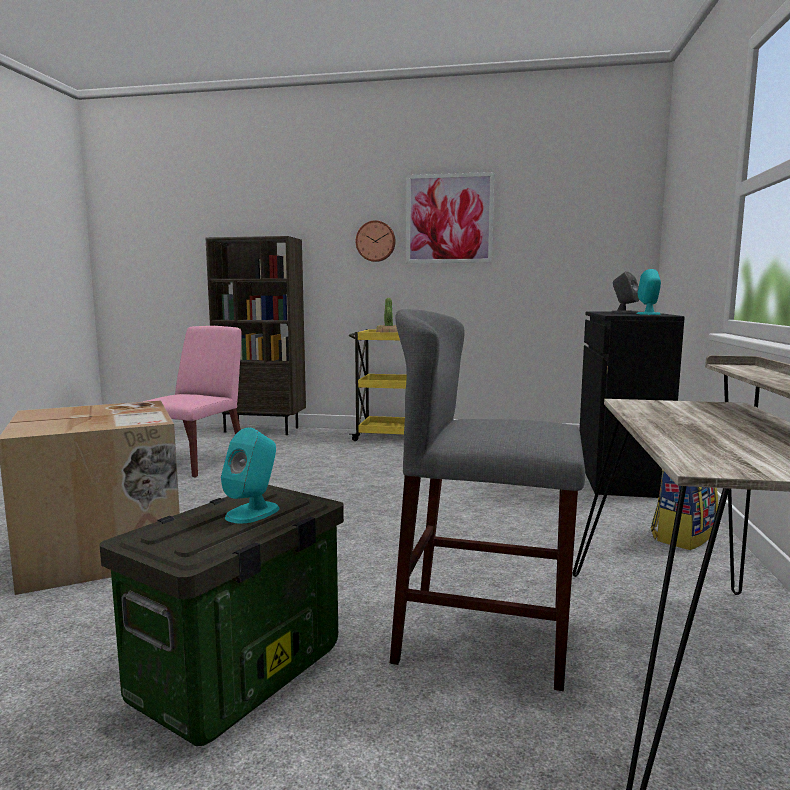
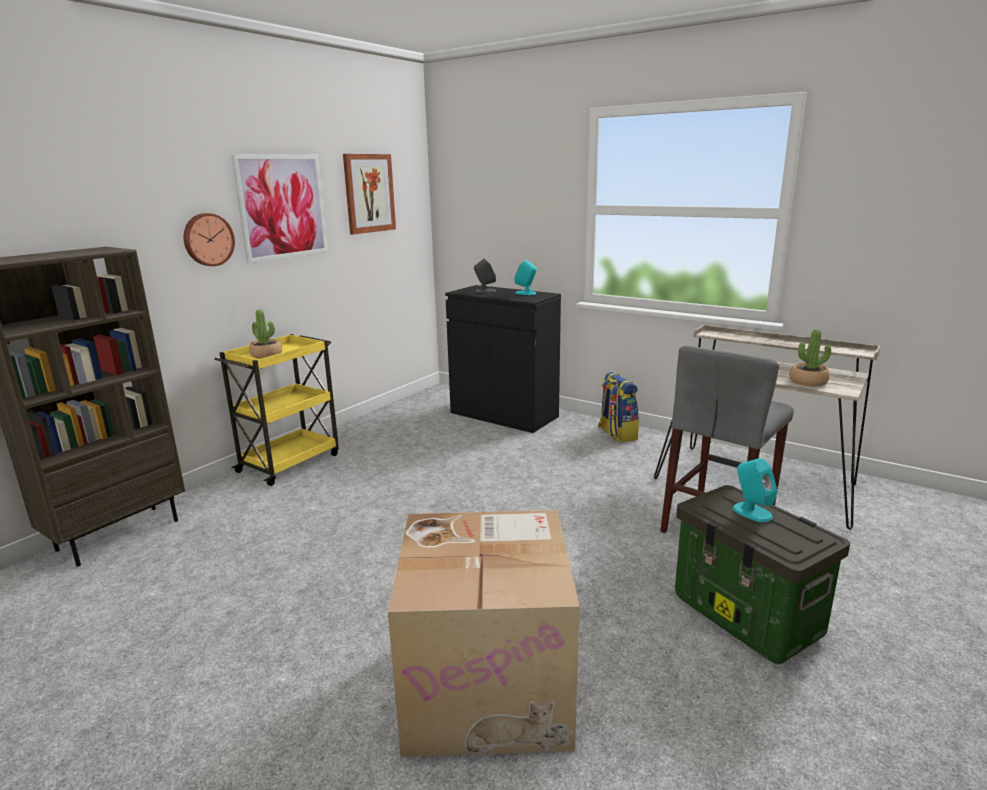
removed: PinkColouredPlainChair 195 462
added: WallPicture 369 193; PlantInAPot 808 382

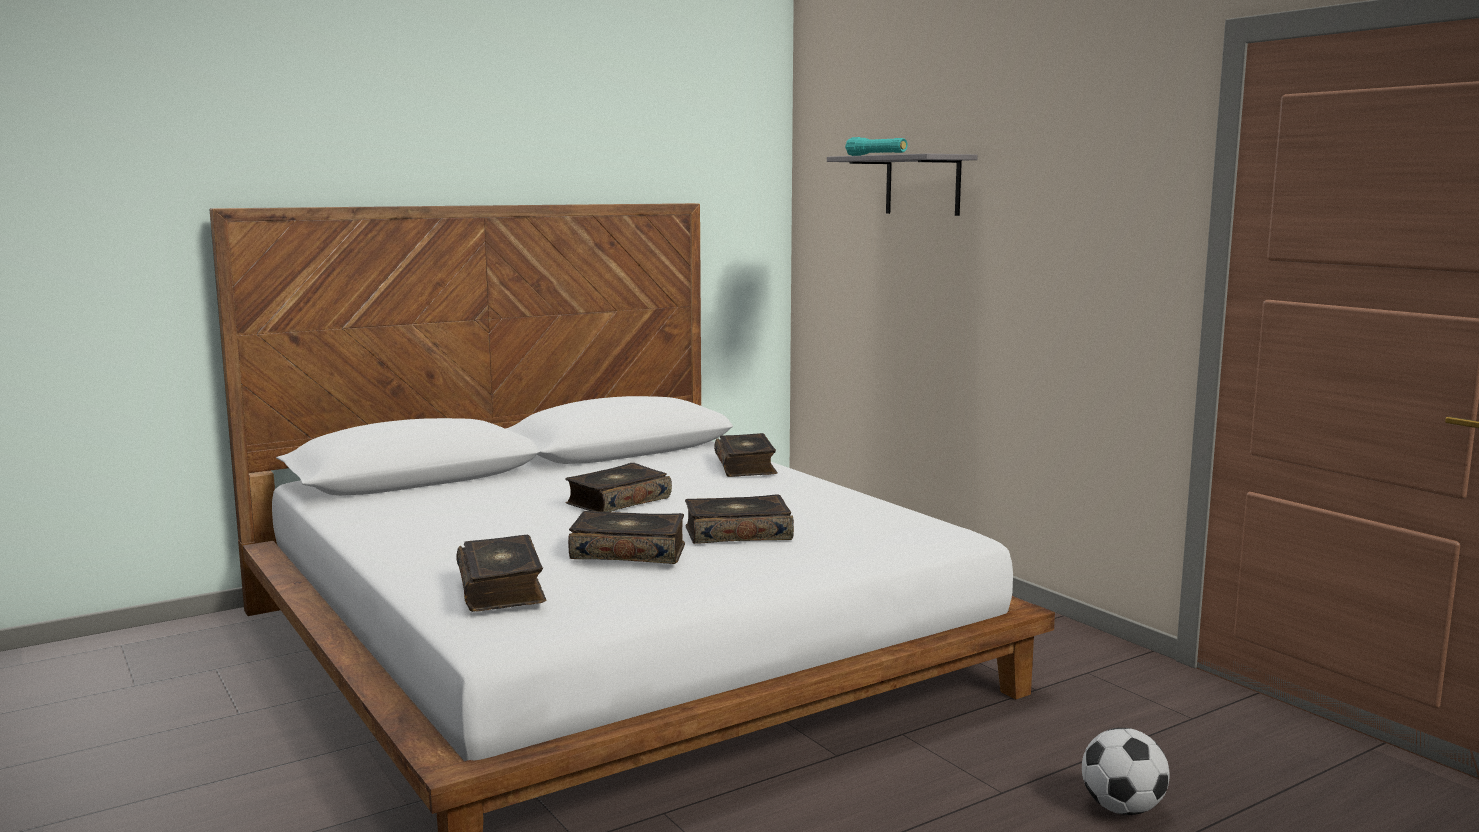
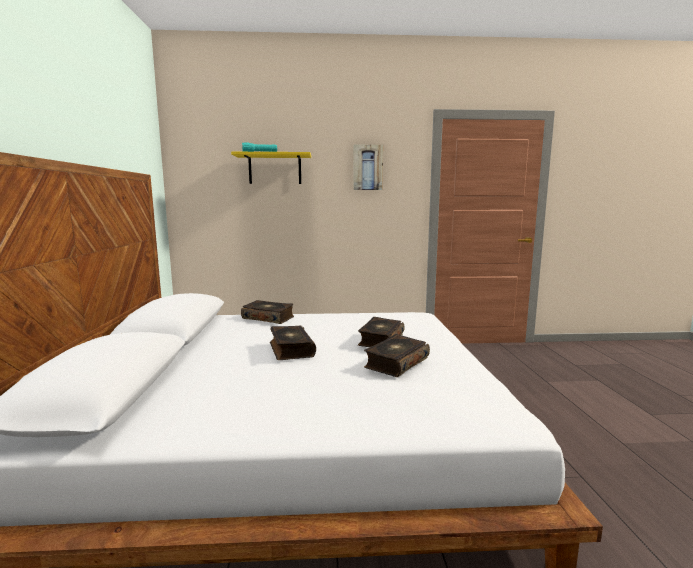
removed: BoundBook 502 588; BallForFootball 1122 809
added: WallPicture 367 167
recoloured: GreyShelf 922 185 to YellowishShelf 275 169

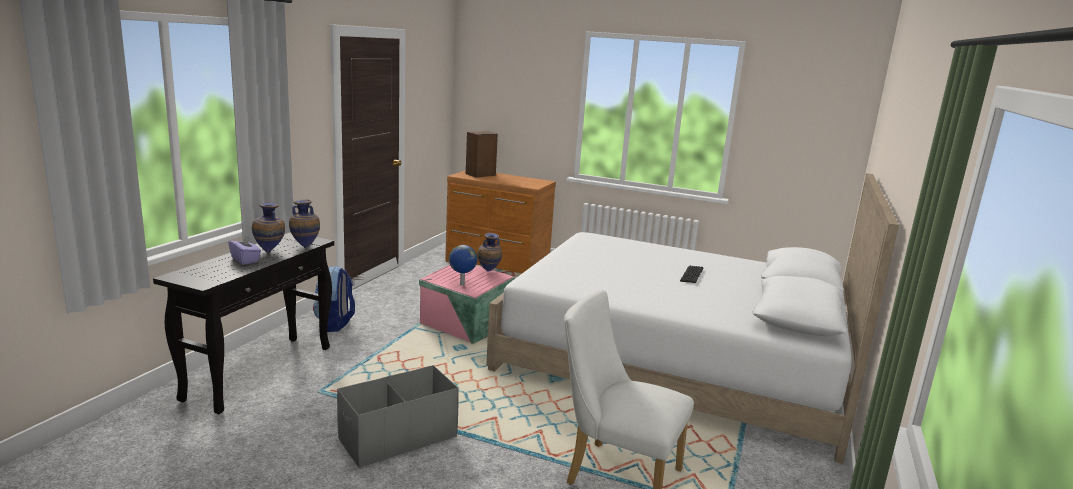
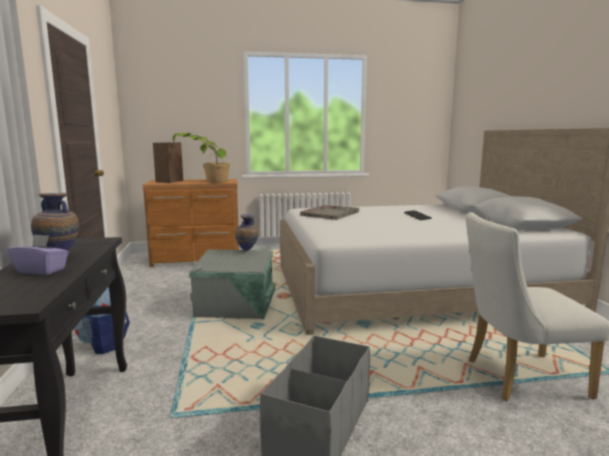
removed: Vase 305 246; WorldGlobe 462 285
added: PlantInAPot 206 182; GreyServingTray 330 213
recoloured: PinkColouredStorageBin 465 325 to GreyStorageBin 235 308

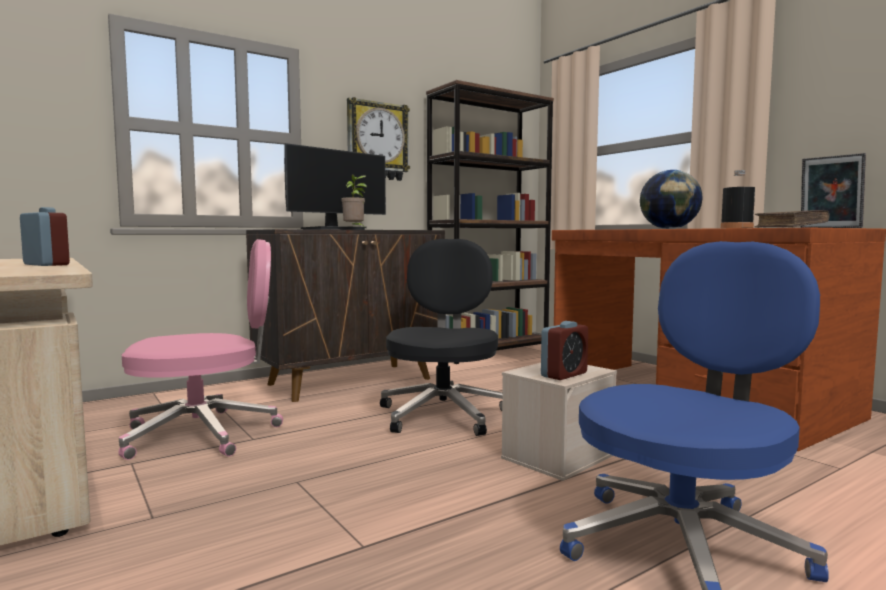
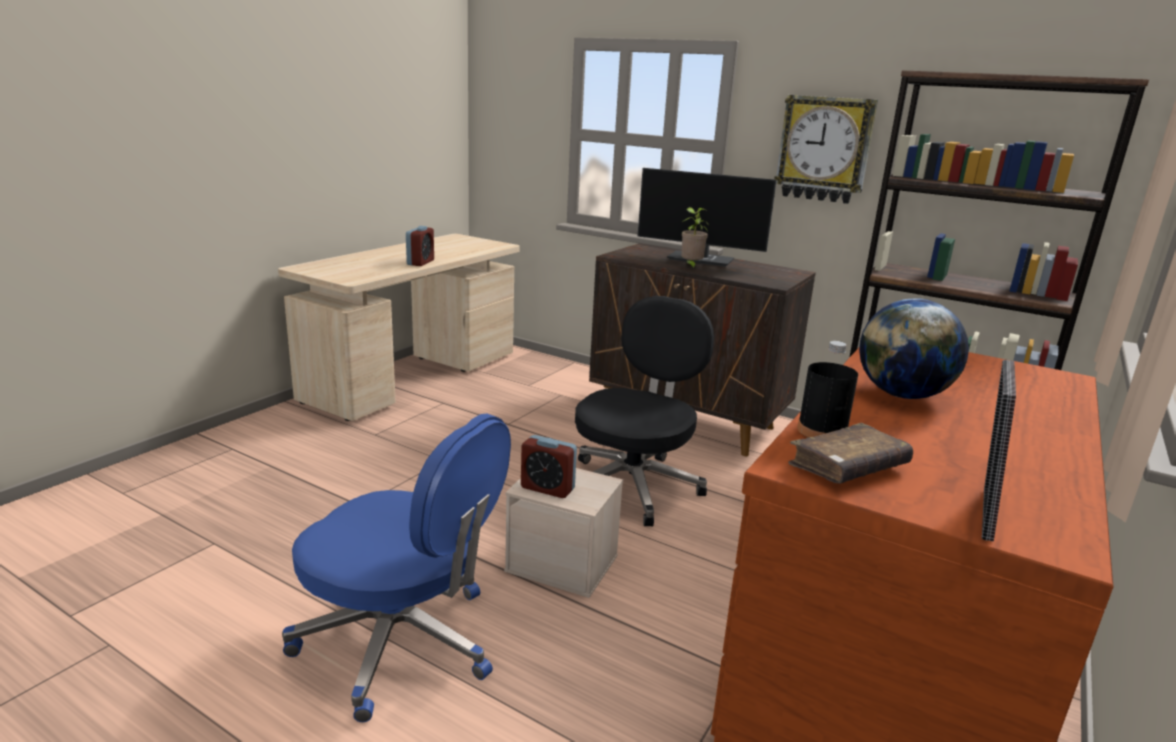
removed: PinkColouredOfficeChair 204 434
turned: BlackishOfficeChair 443 414 = 634 485 45 degrees counterclockwise

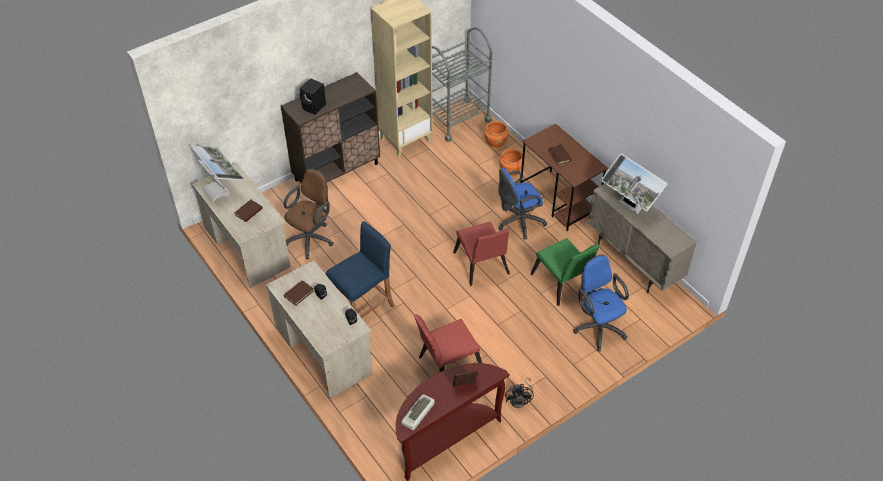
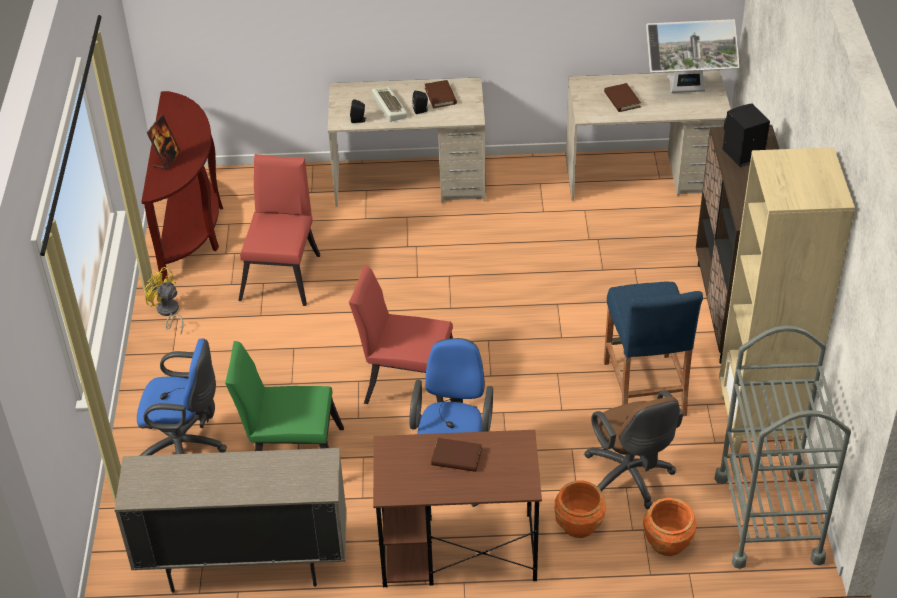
removed: ComputerDisplay 629 207
moved: BrownishOfficeChair 311 238 to 630 478; BlueSittingStool 363 308 to 644 388; ComputerKeyboard 418 414 to 388 107
recoloured: BlackishElectricFan 520 400 to YellowishElectricFan 168 312

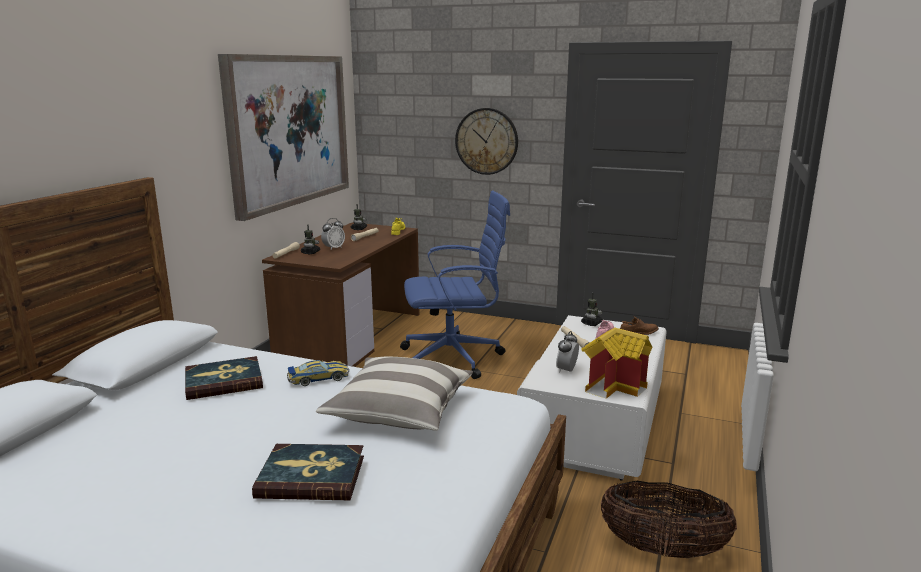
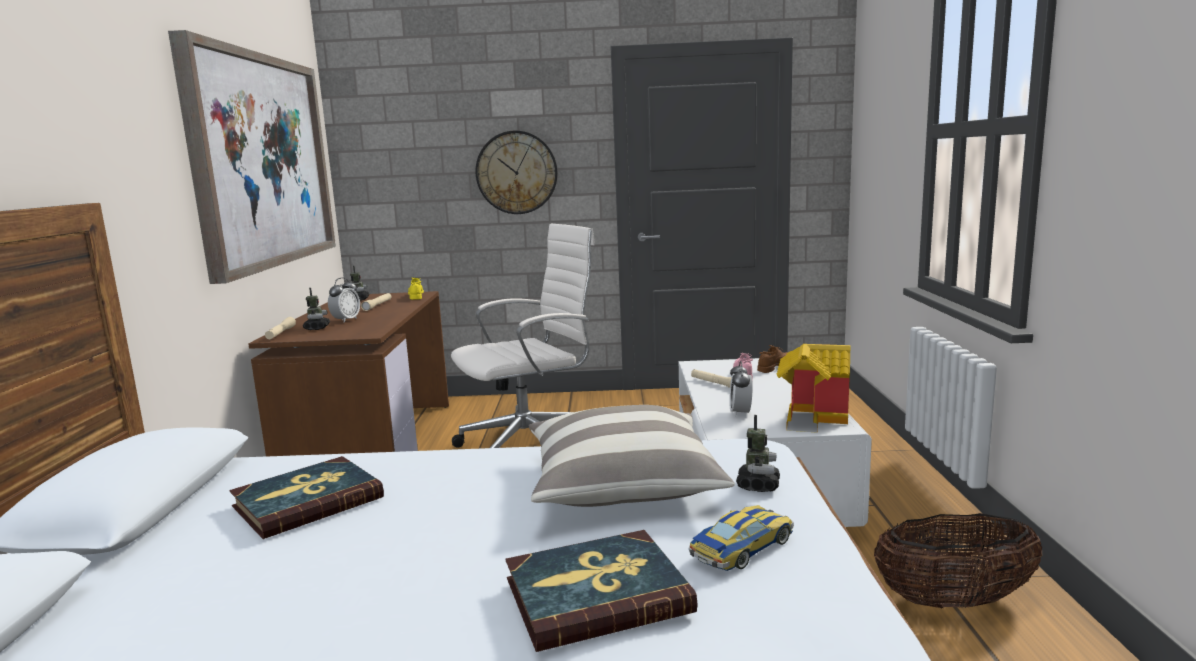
moved: ToyRobot 591 323 to 758 485; ToyCar 318 378 to 742 547
recoloured: BlueOfficeChair 454 358 to WhitishOfficeChair 531 444

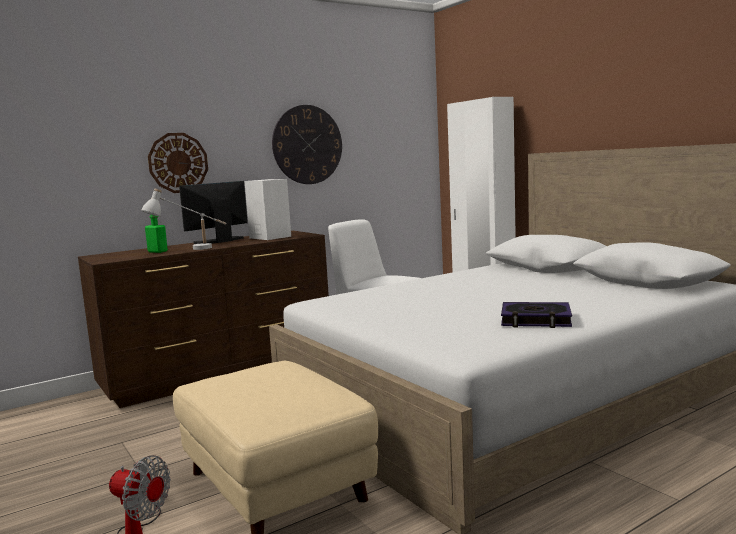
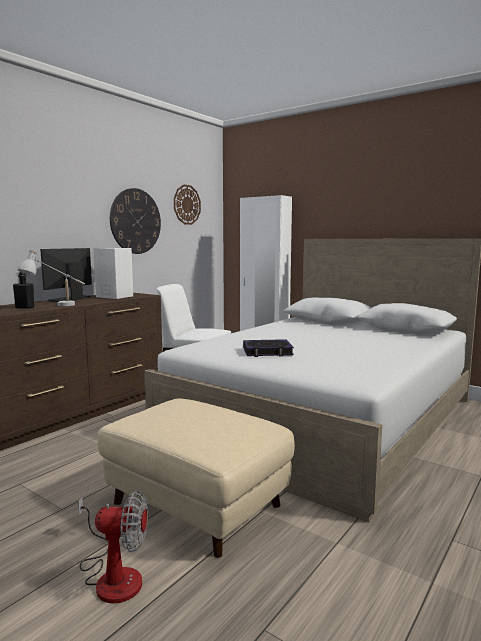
moved: ClockOnTheWall 178 163 to 186 204; BoundBook 535 320 to 267 352
recoloured: GreenishDrinkBottle 157 251 to BlackishDrinkBottle 25 307

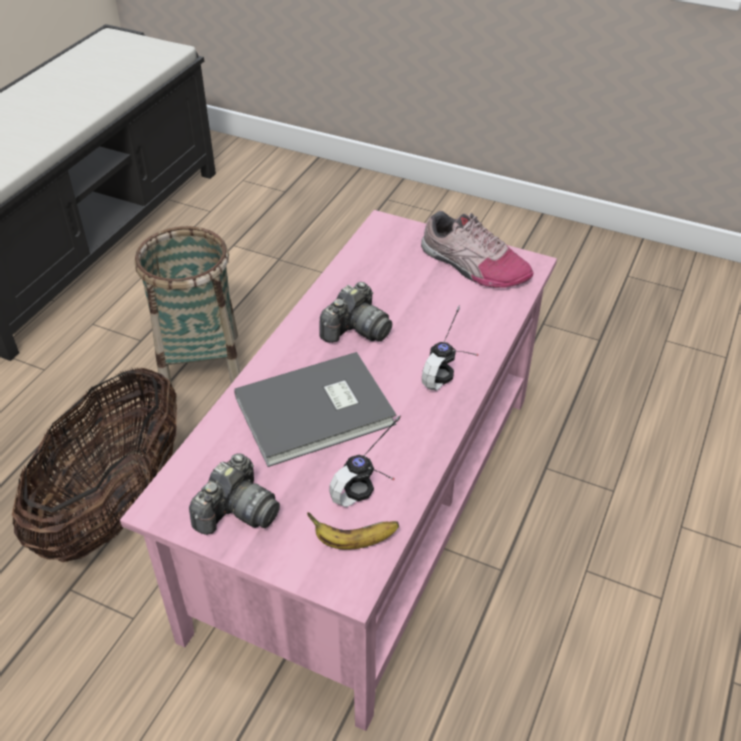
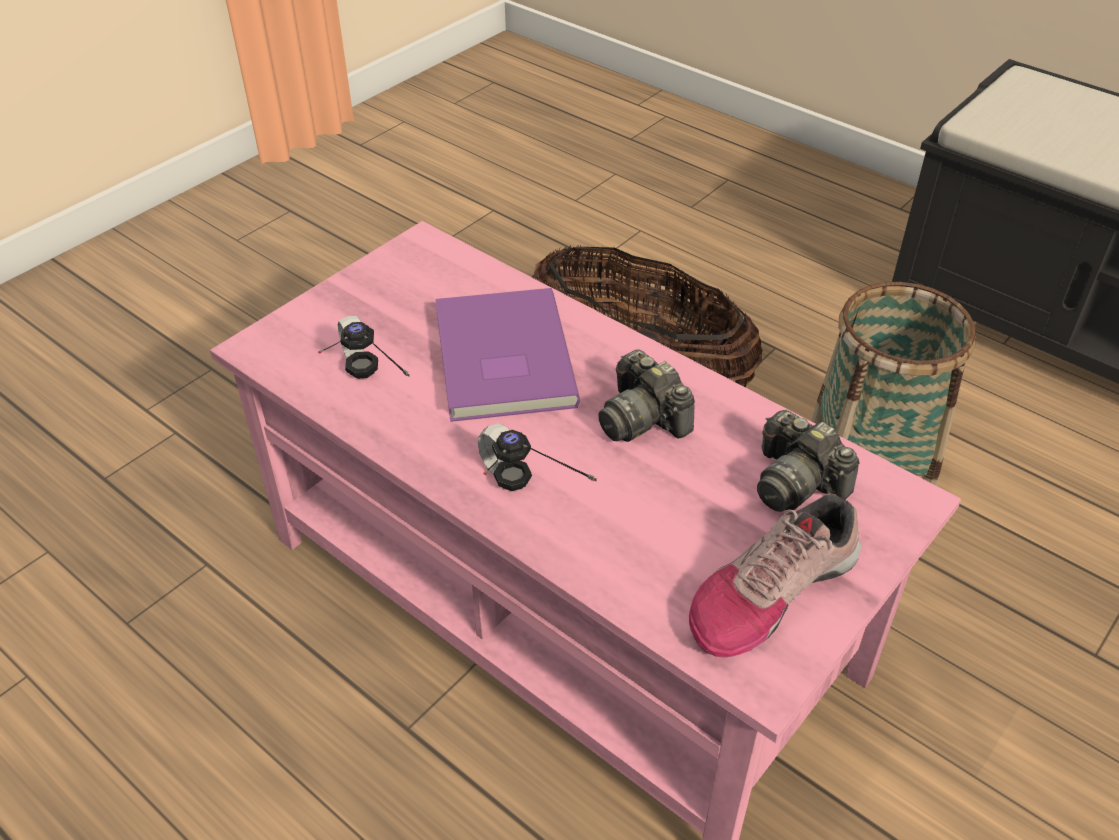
removed: Banana 353 542
moved: PhotoCamera 237 512 to 796 482
recoloured: GreyBoundBook 318 413 to PurpleBoundBook 500 360

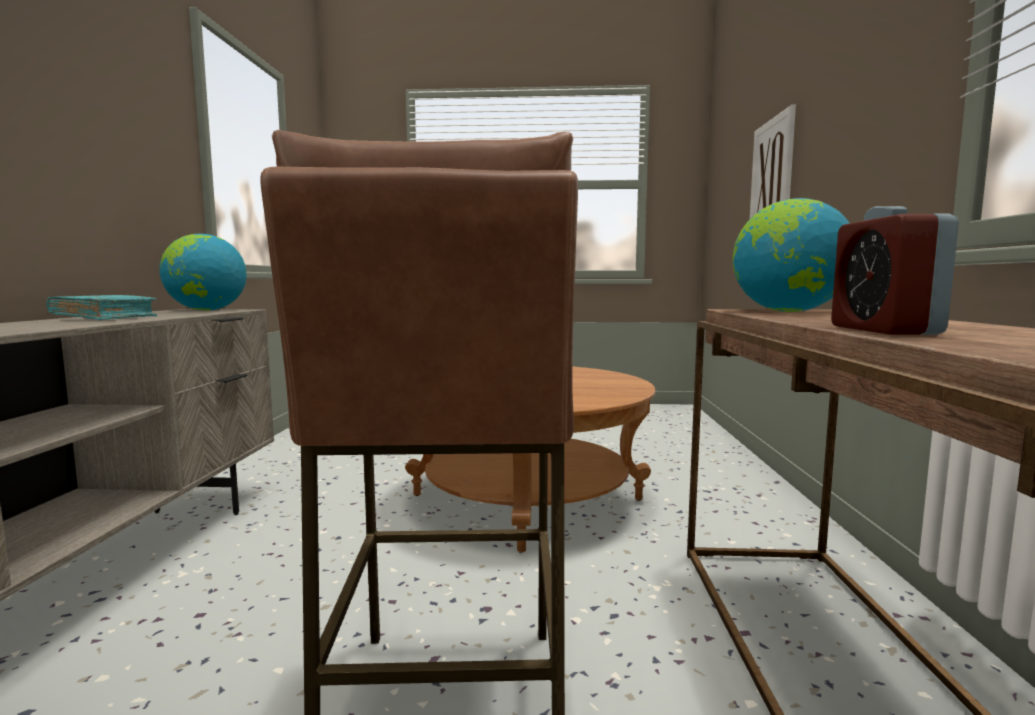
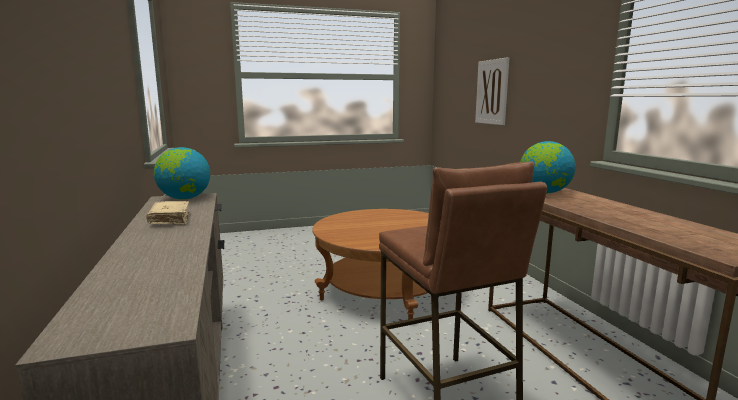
removed: TableClock 883 330
recoloured: BlueGreenBoundBook 106 318 to BeigeColouredBoundBook 170 220

